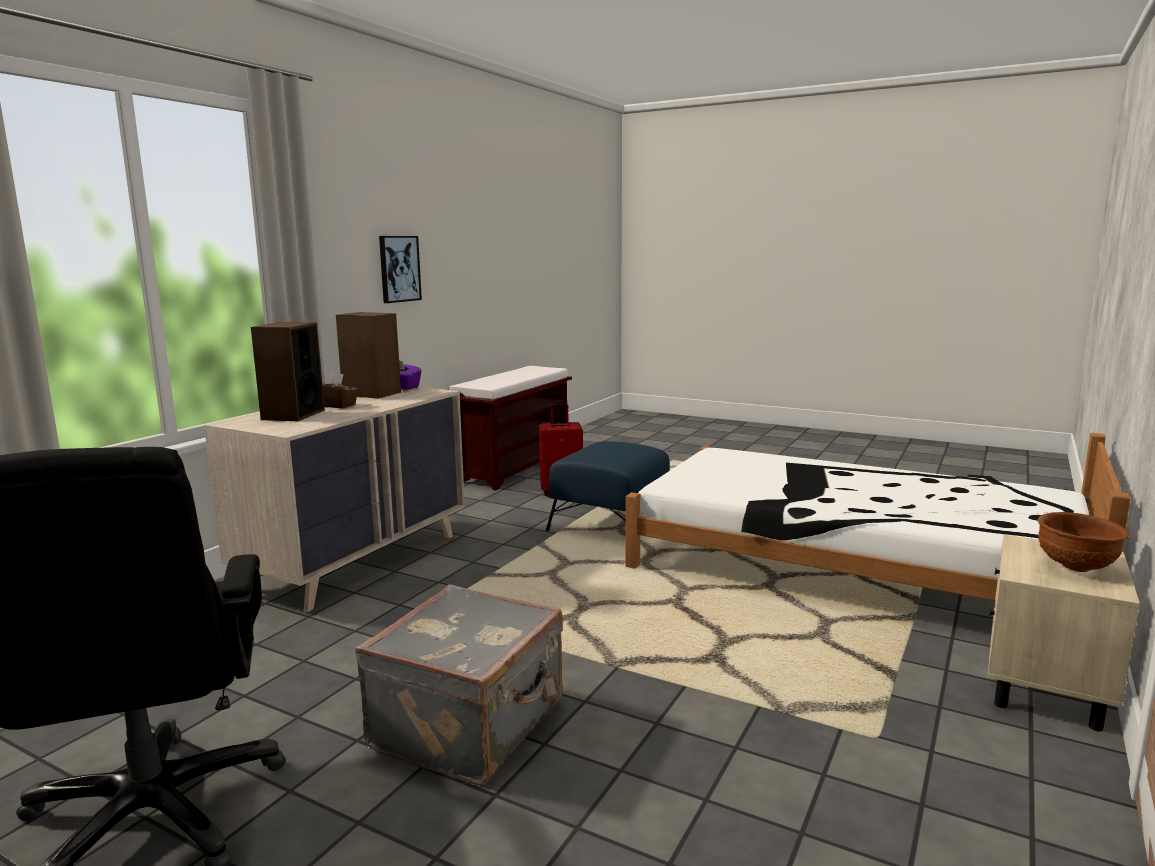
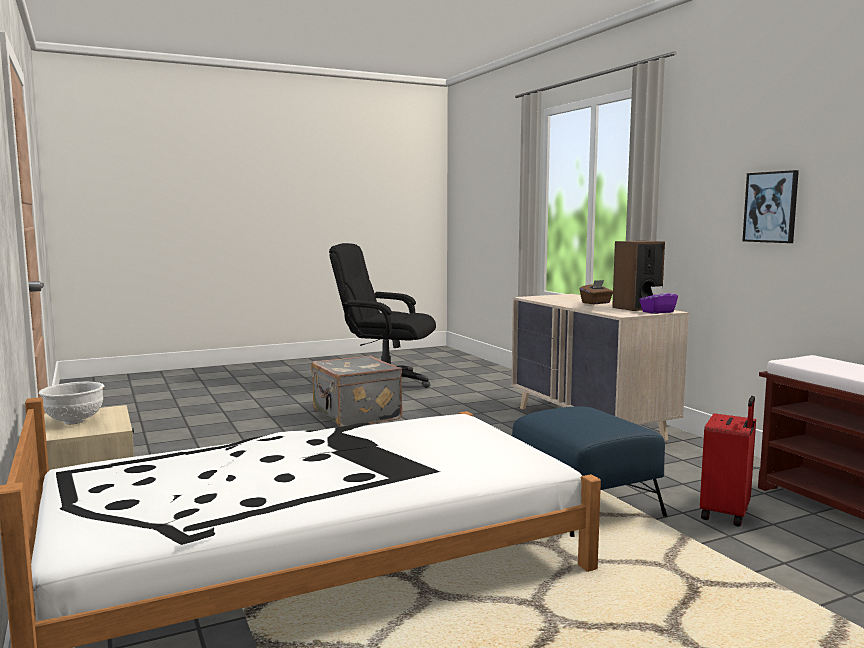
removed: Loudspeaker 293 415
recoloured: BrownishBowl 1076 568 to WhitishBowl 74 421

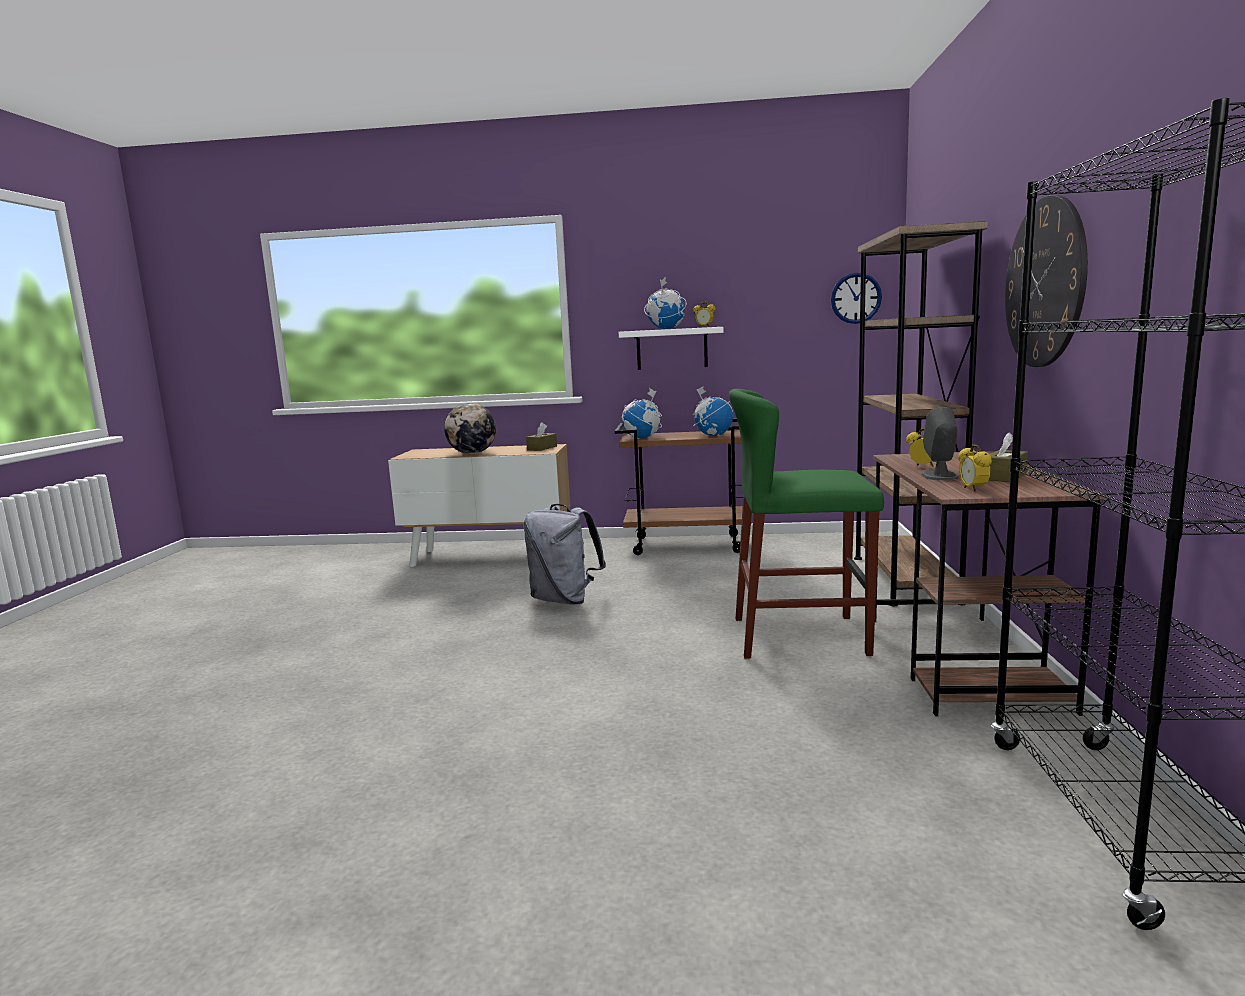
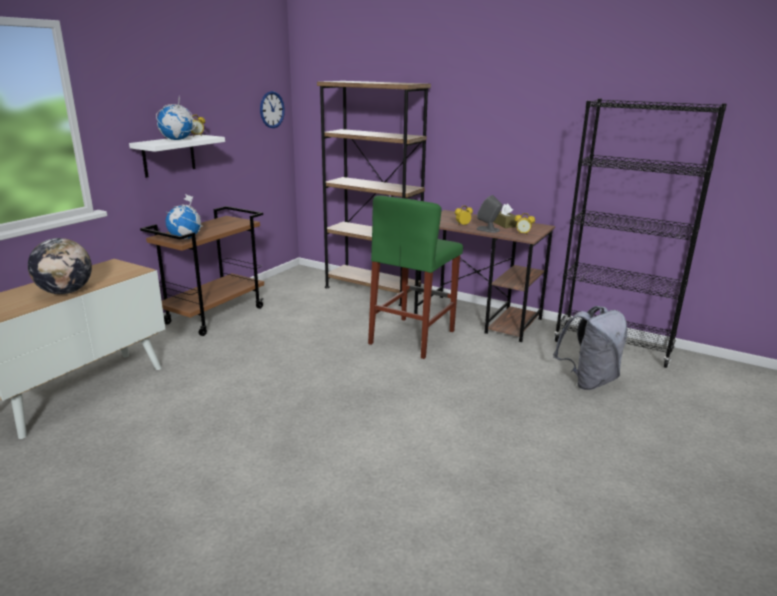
removed: ClockOnTheWall 1044 283; WorldGlobe 713 435; BrownishTissueBox 542 448
moved: GreyBackpack 564 600 to 588 381

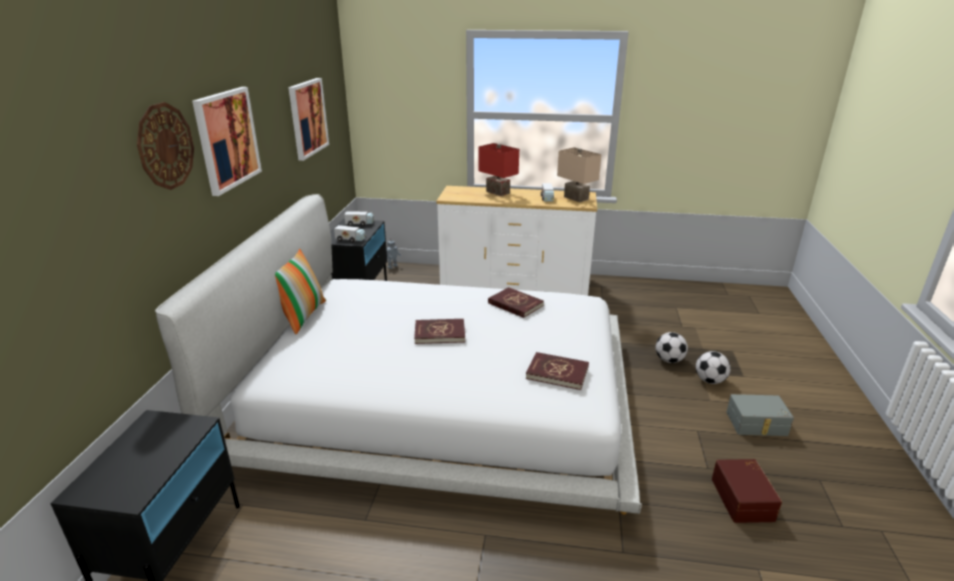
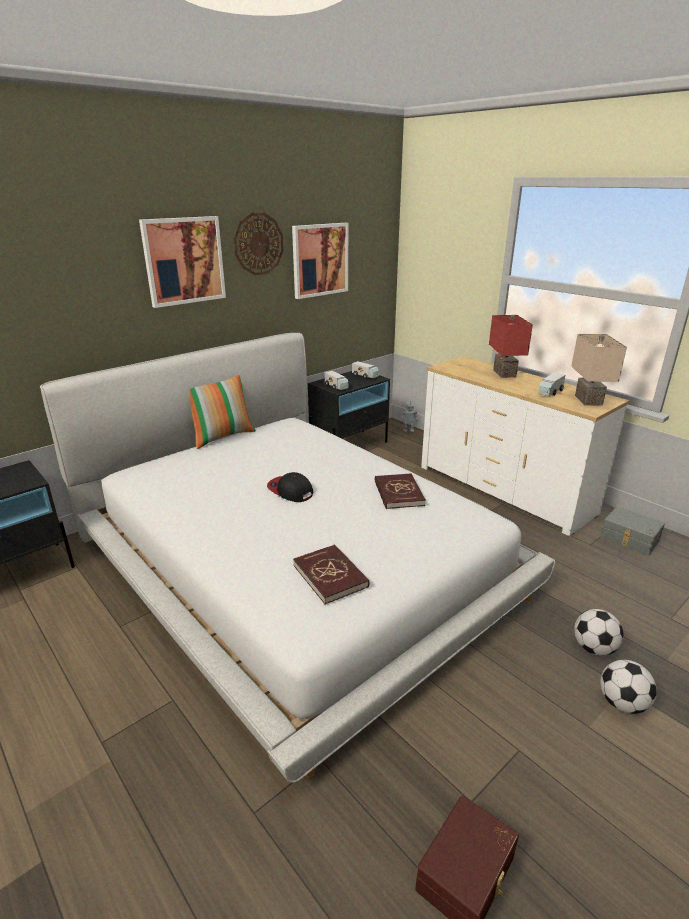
moved: ClockOnTheWall 165 146 to 258 244; GreyStorageBin 757 424 to 629 539
replaced: ReddishBoundBook 440 333 to Cap 290 491

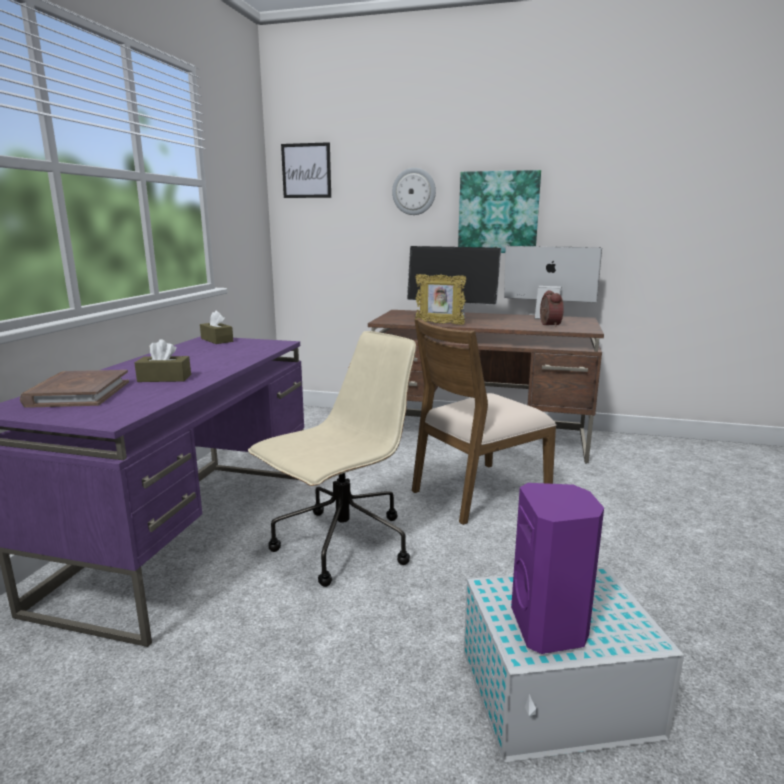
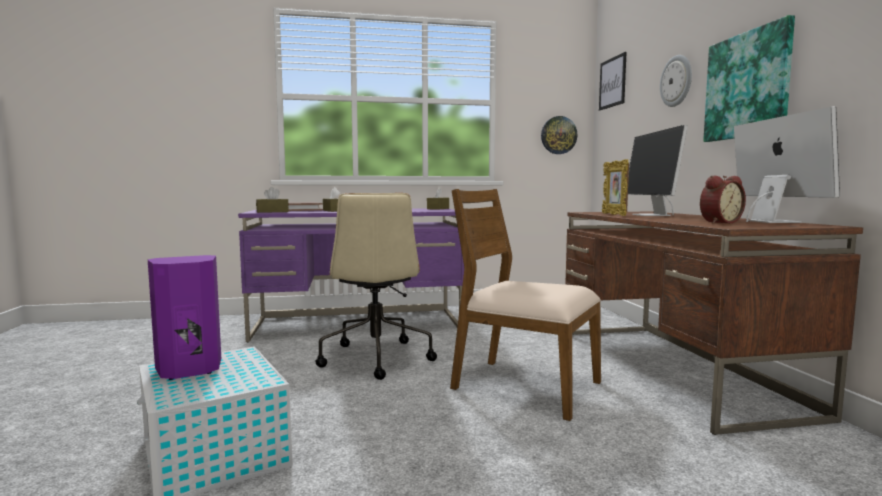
added: ClockOnTheWall 558 135; BrownishTissueBox 272 212
turned: BeigeColouredOfficeChair 342 545 = 375 358 60 degrees clockwise

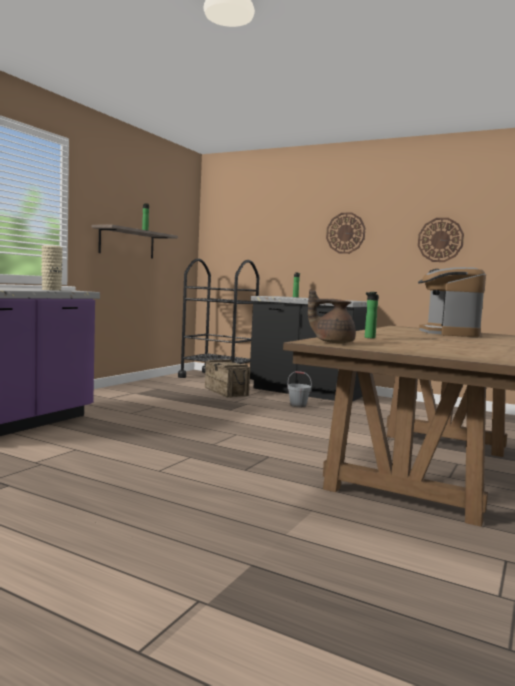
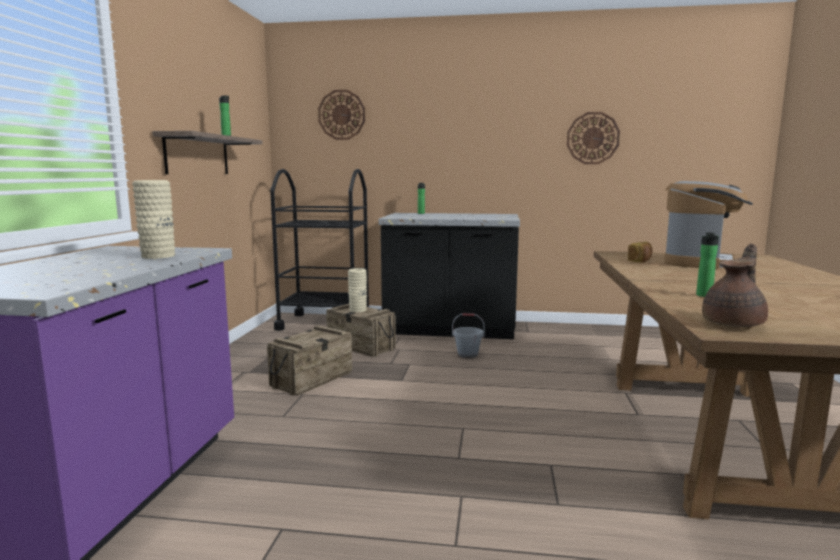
added: BakeryBread 639 261; BeigeColouredVase 358 310; Crate 312 379
moved: ClockOnTheWall 345 233 to 341 115
turned: CoffeeBrewer 448 333 = 699 262 135 degrees counterclockwise; BrownishPotForTea 332 342 = 734 323 150 degrees clockwise

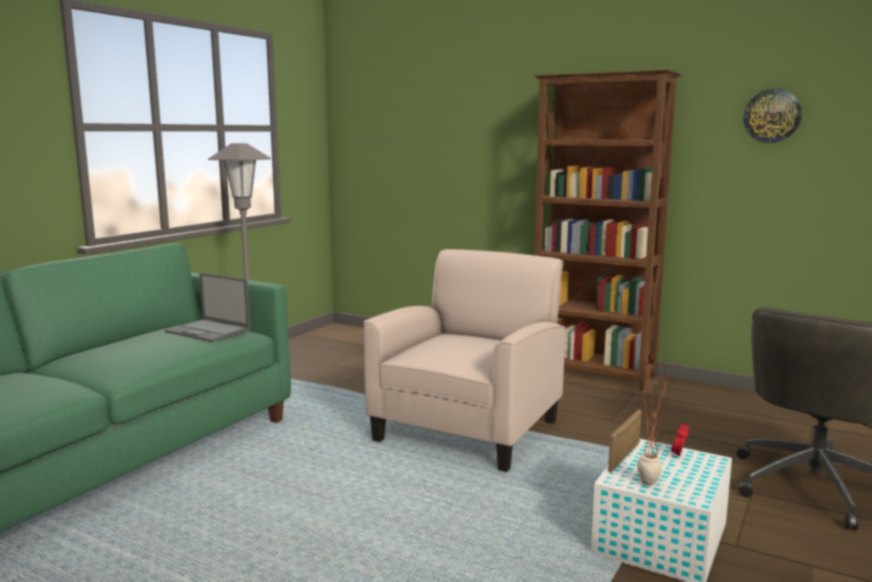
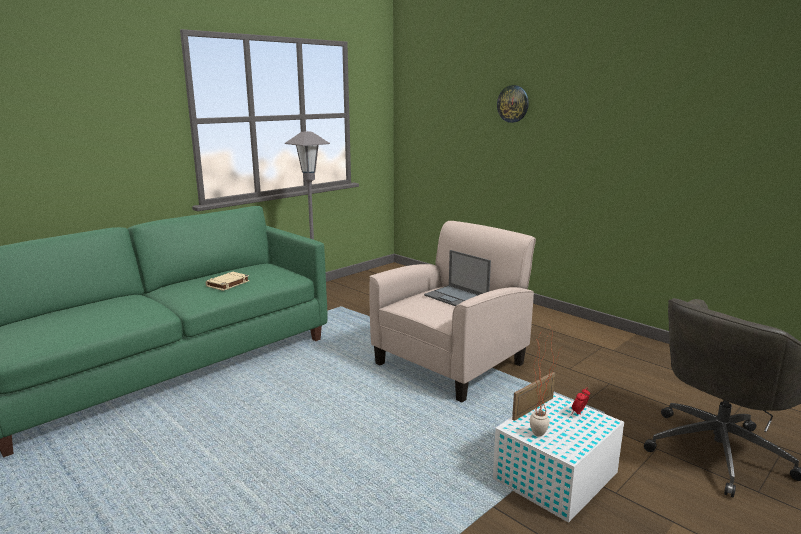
removed: BrownishBookshelf 593 374
added: BeigeColouredBoundBook 227 284
moved: ClockOnTheWall 772 116 to 513 104; Laptop 209 331 to 457 297

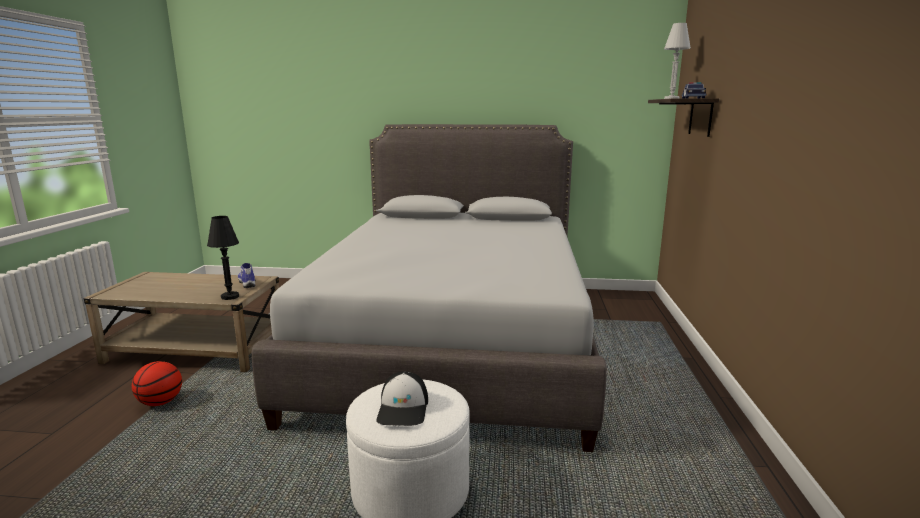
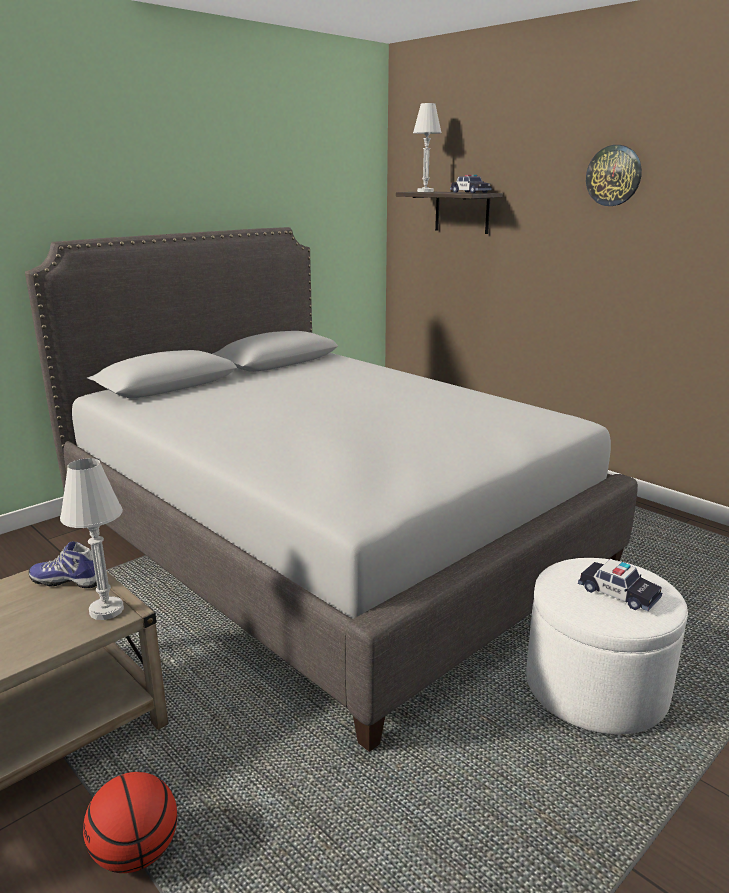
added: ClockOnTheWall 614 175
replaced: Cap 403 408 to ToyCar 618 593
recoloured: BlackishTableLamp 230 297 to WhitishTableLamp 106 610

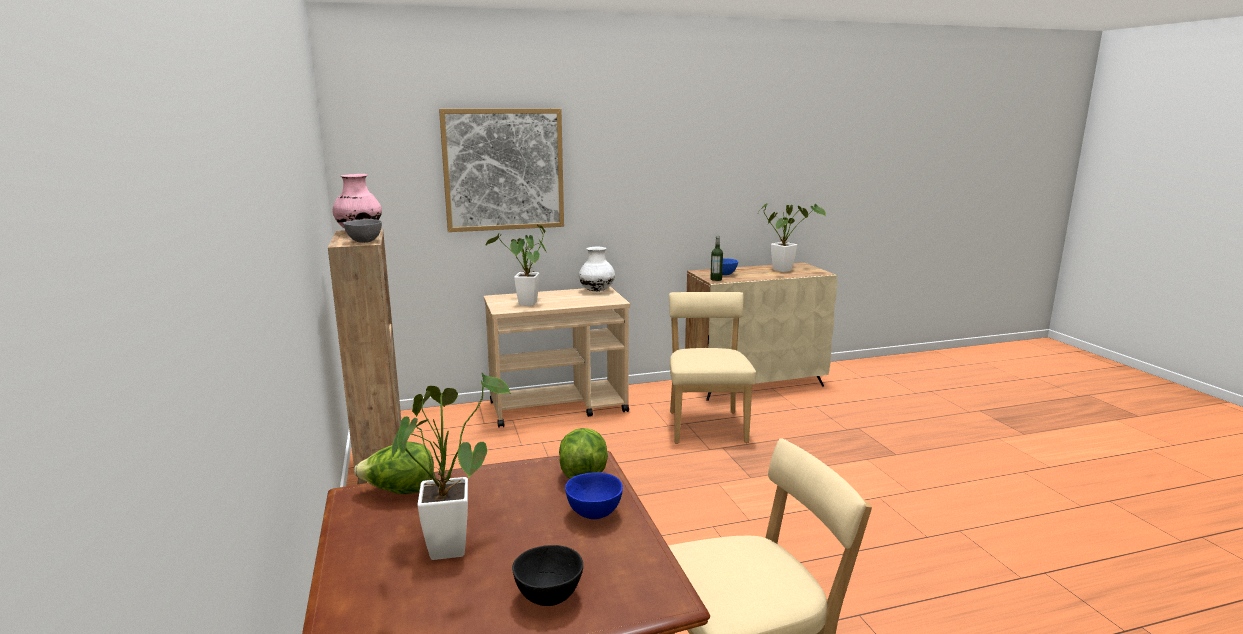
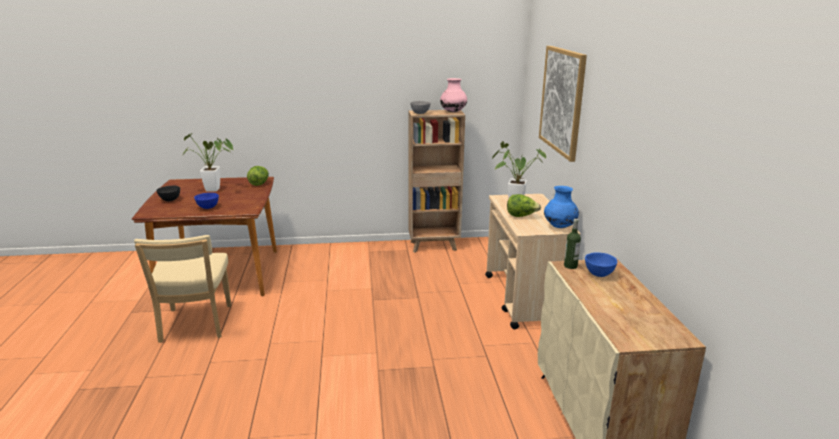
removed: PlantInAPot 785 270; BeigeColouredPlainChair 706 425
moved: HeadOfLettuce 583 473 to 521 216
recoloured: WhitishVase 597 291 to BlueVase 559 227

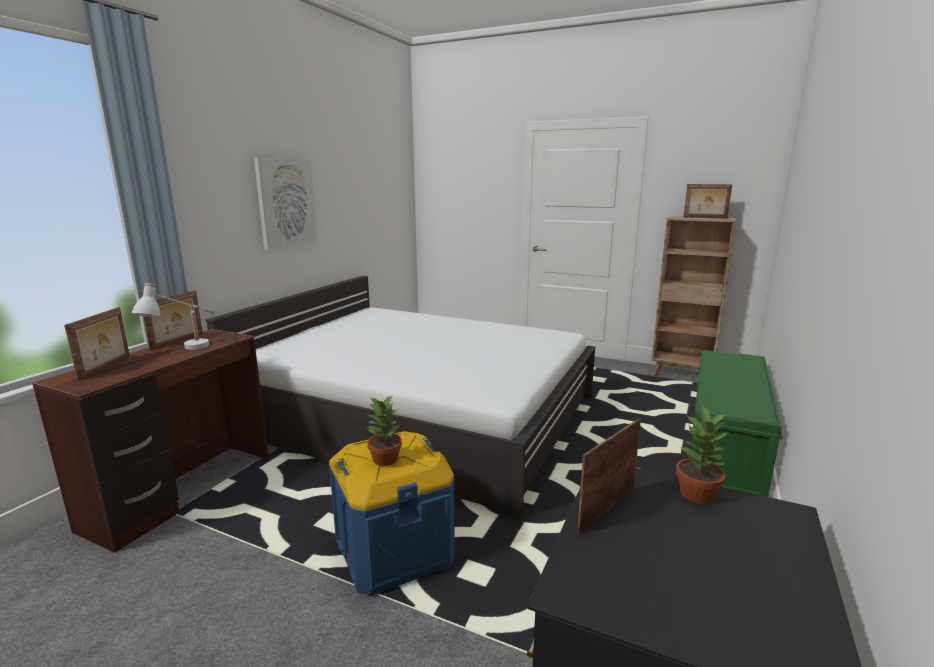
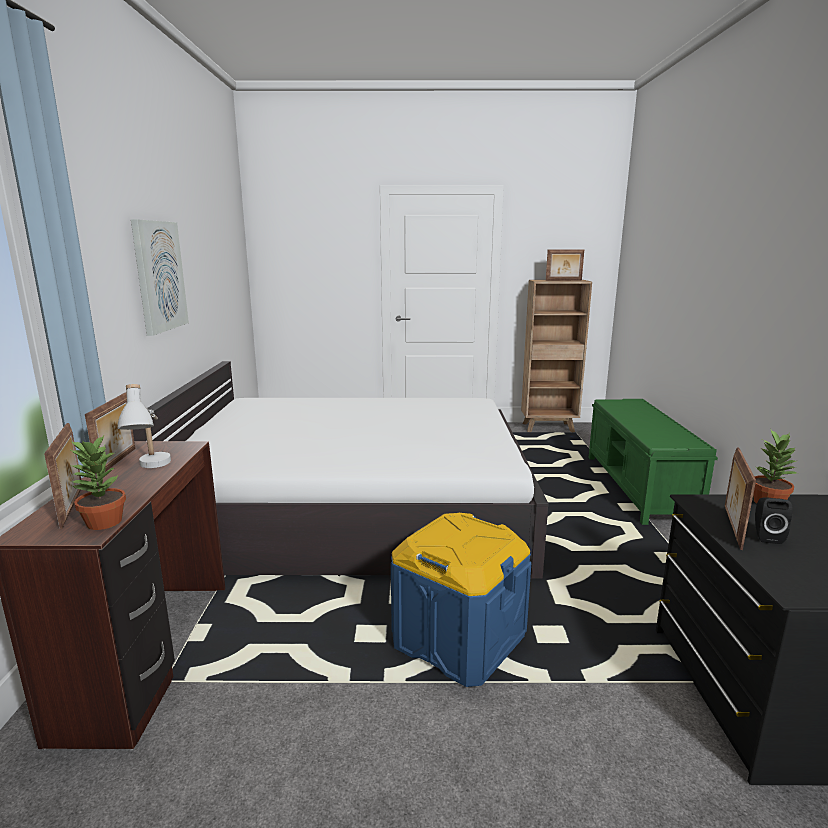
added: BlackishLoudspeaker 766 536
moved: PlantInAPot 384 459 to 103 522

